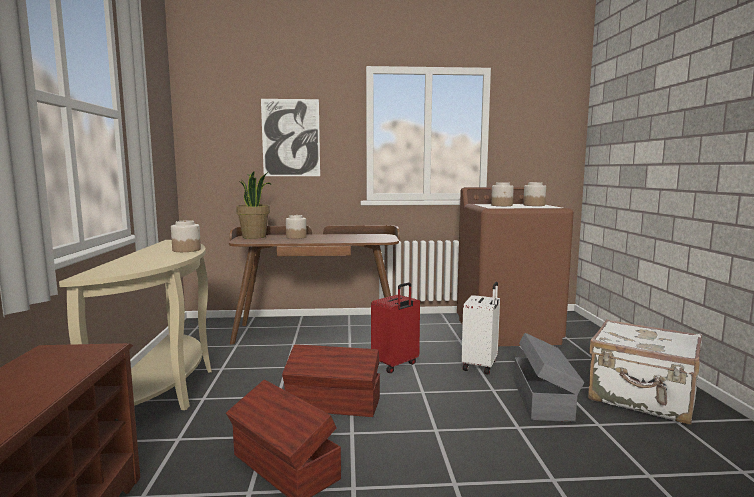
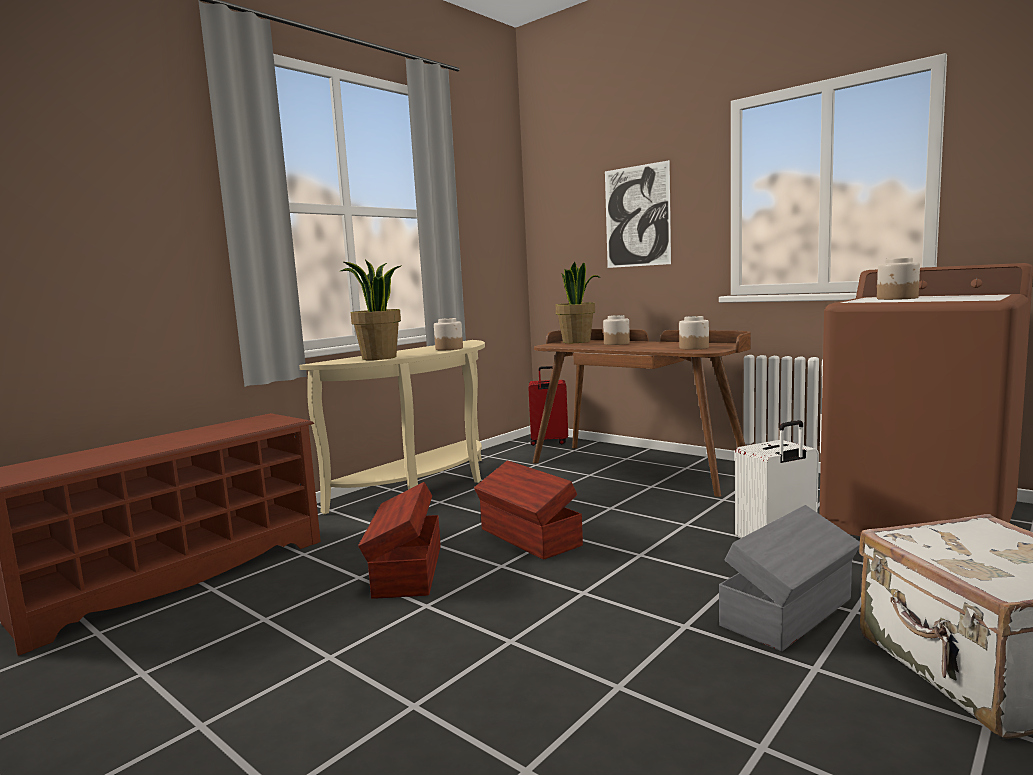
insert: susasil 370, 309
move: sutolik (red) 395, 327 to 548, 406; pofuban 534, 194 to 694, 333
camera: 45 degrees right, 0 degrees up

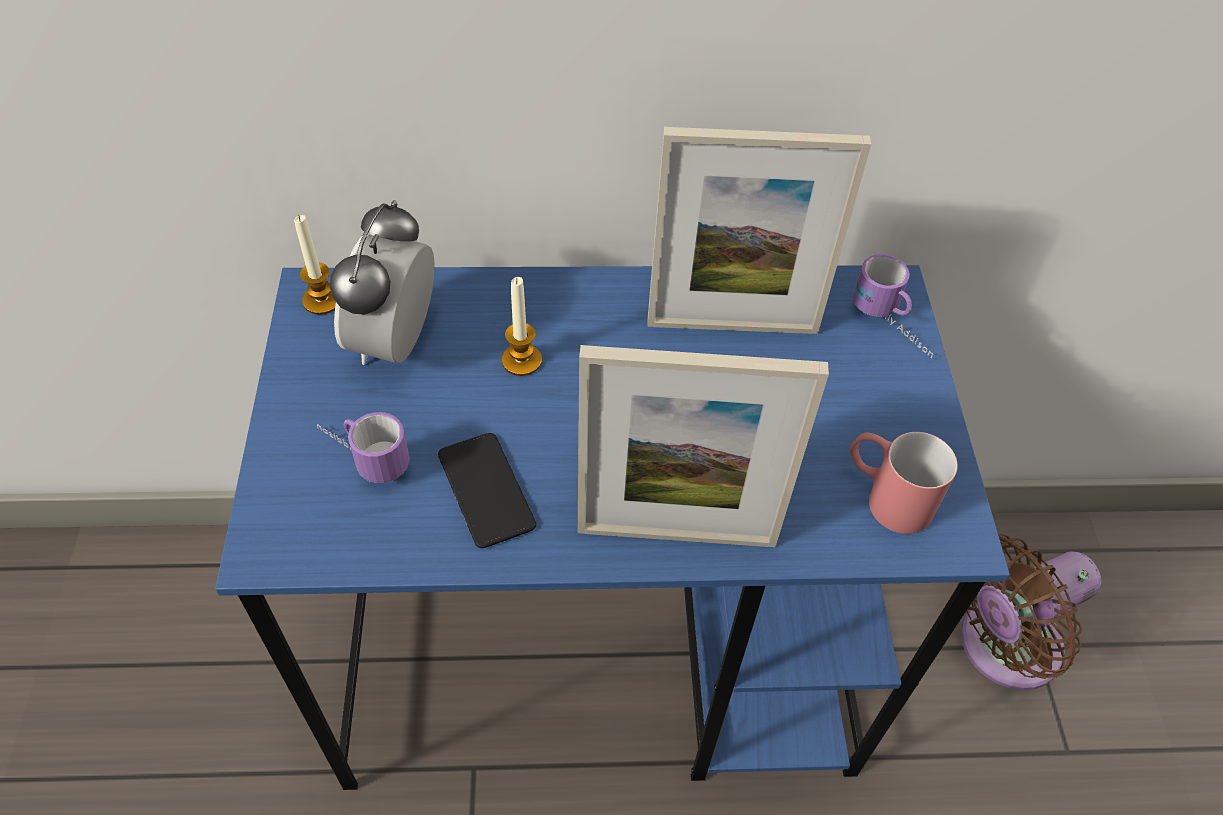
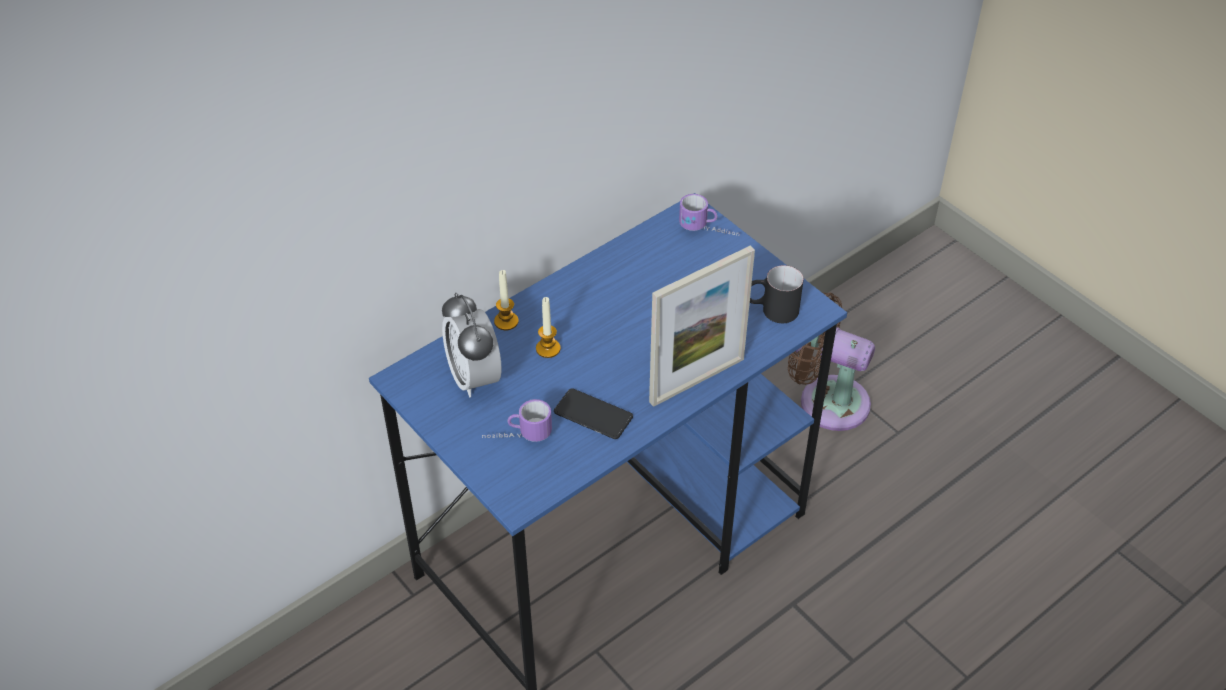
delete: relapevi 759, 230
move: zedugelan 315, 265 to 506, 300
recolor: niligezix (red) 903, 483 to niligezix (black) 777, 294
rotate: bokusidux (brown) 1029, 612 = 831, 361 90 degrees clockwise
camera: 35 degrees left, 5 degrees down

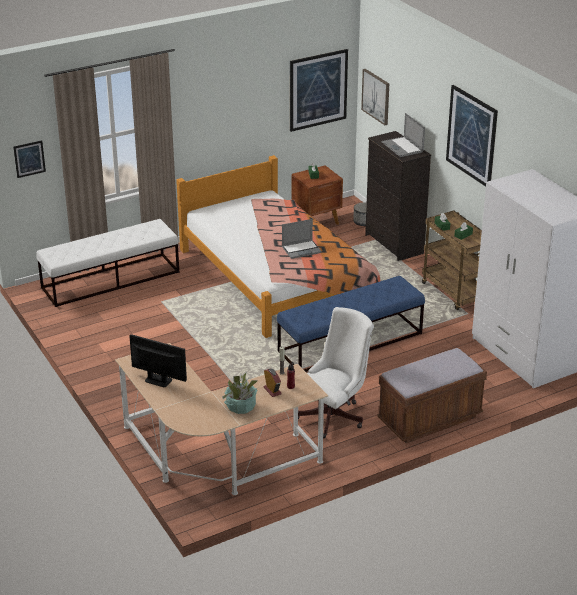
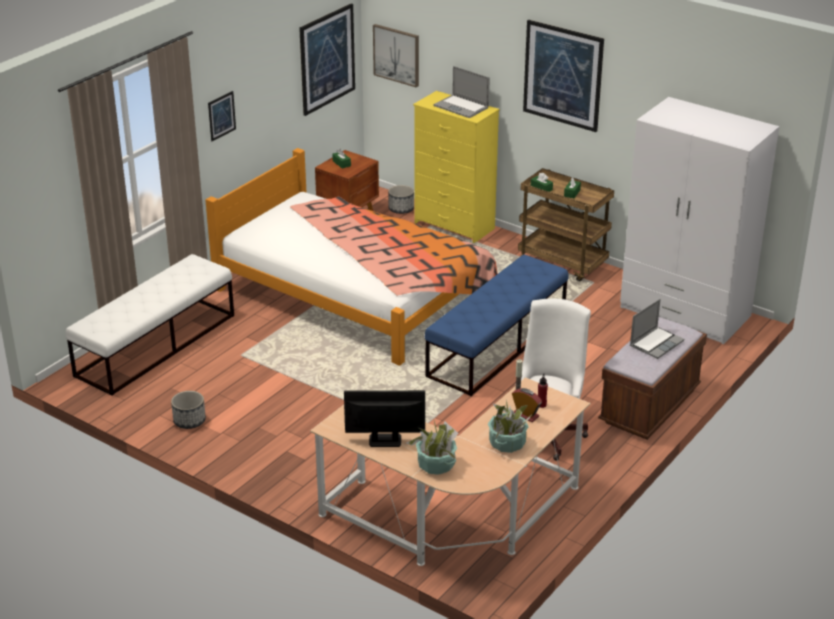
insert: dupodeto 188, 410; susasil 432, 447
move: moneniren 29, 159 to 222, 116; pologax 302, 239 to 657, 329
recolor: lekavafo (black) 398, 196 to lekavafo (yellow) 456, 167
camera: 25 degrees left, 0 degrees up

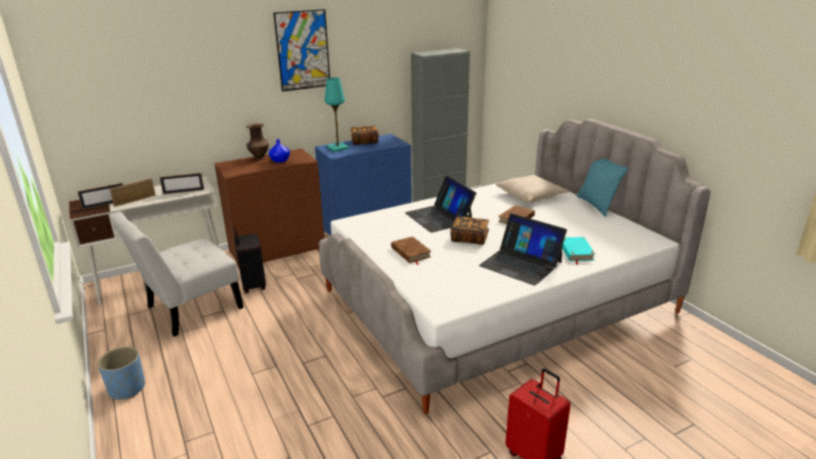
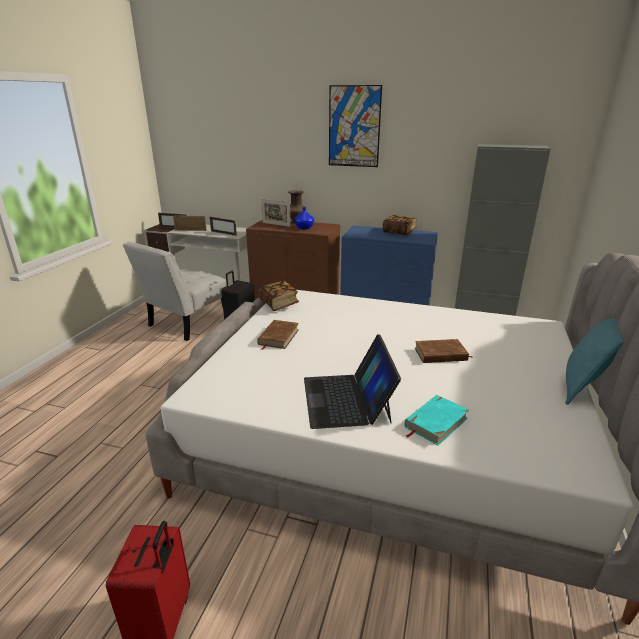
delete: dupodeto (blue) 121, 373; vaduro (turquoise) 337, 114; pologax 440, 204; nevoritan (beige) 532, 189
insert: relapevi 276, 213
move: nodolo 470, 230 to 278, 296
rotate: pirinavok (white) 176, 273 = 175, 291 60 degrees counterclockwise
camera: 45 degrees right, 0 degrees up

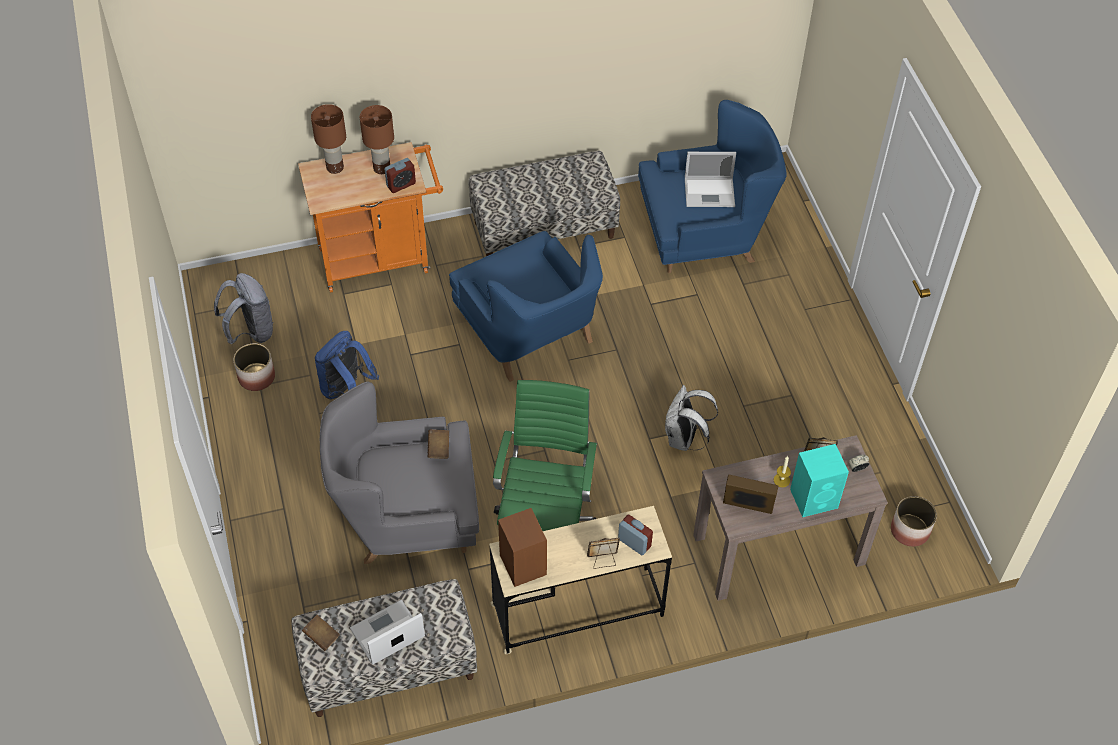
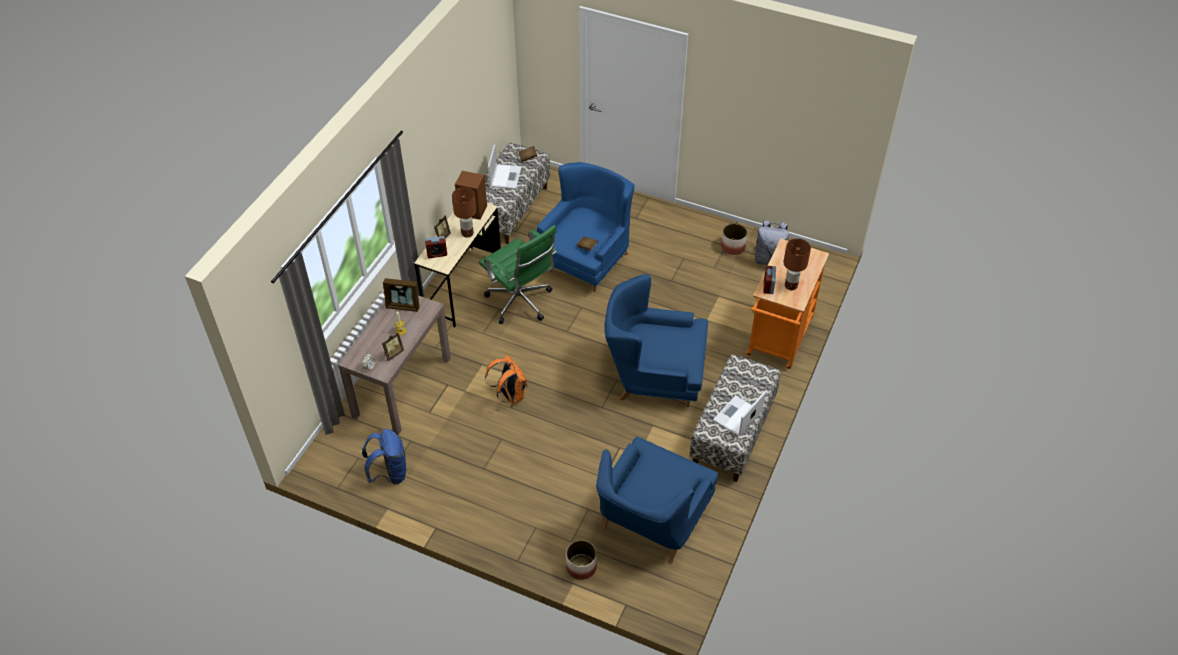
delete: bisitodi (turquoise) 819, 480
move: vaduro (brown) 328, 139 to 464, 212; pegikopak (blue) 347, 365 to 384, 457; pologax 710, 179 to 739, 414; dupodeto 914, 521 to 581, 560
recolor: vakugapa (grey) 399, 472 to vakugapa (blue) 582, 227; pegikopak (white) 691, 418 to pegikopak (orange) 506, 379
rotate: relapevi 750, 494 = 401, 295 45 degrees clockwise
camera: 130 degrees right, 5 degrees down

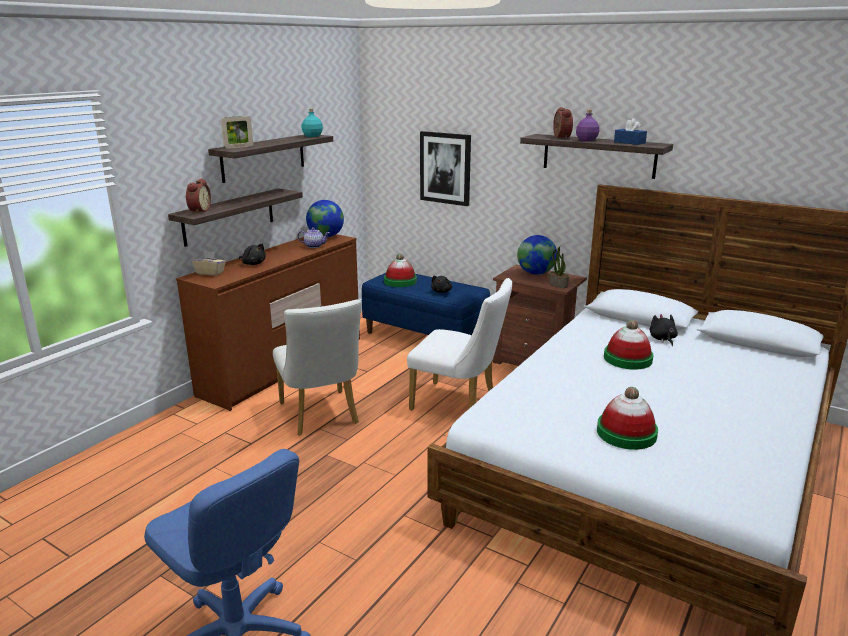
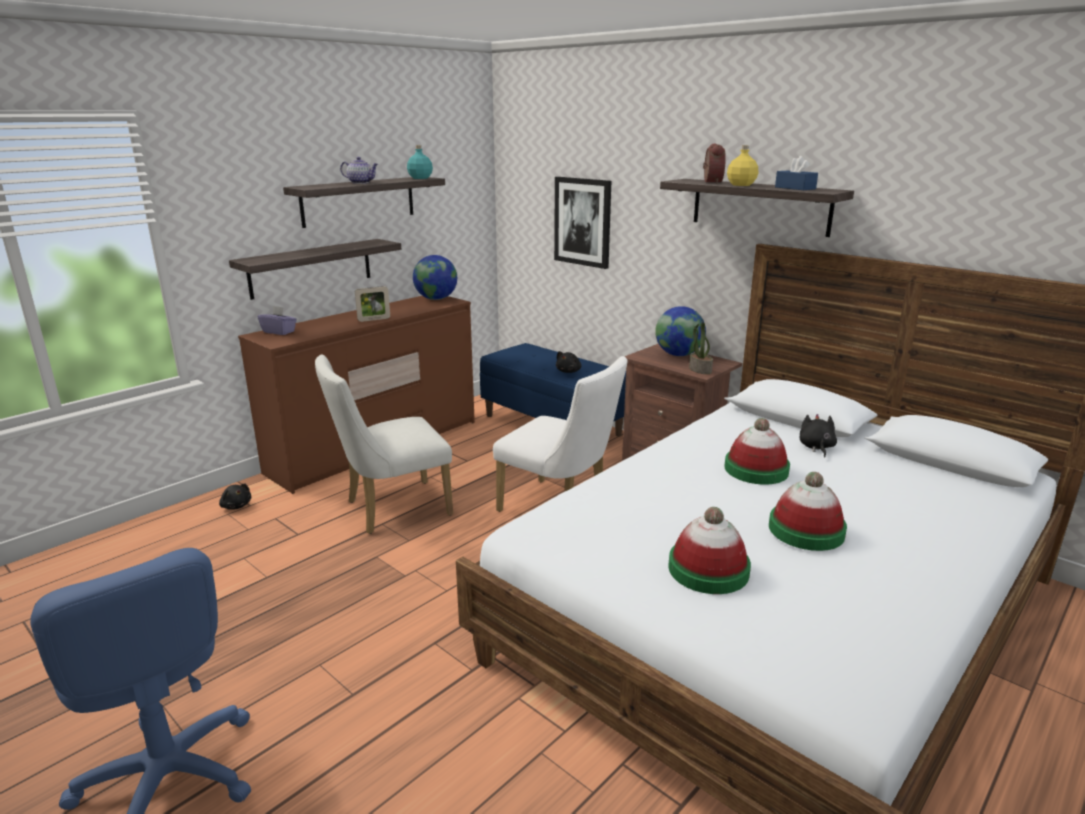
delete: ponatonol 198, 196
move: relapevi 237, 132 to 372, 304; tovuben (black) 252, 254 to 235, 497; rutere 313, 237 to 359, 170; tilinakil 400, 270 to 808, 511
recolor: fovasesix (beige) 209, 263 to fovasesix (purple) 277, 320; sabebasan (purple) 587, 125 to sabebasan (yellow) 742, 165
rotate: pirinavok (white) 317, 367 = 384, 444 75 degrees clockwise
camera: 10 degrees right, 0 degrees up

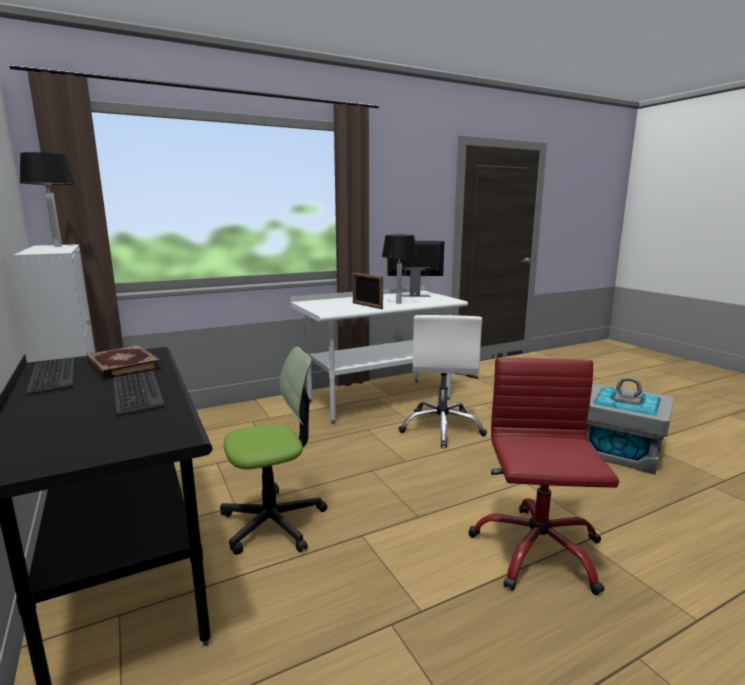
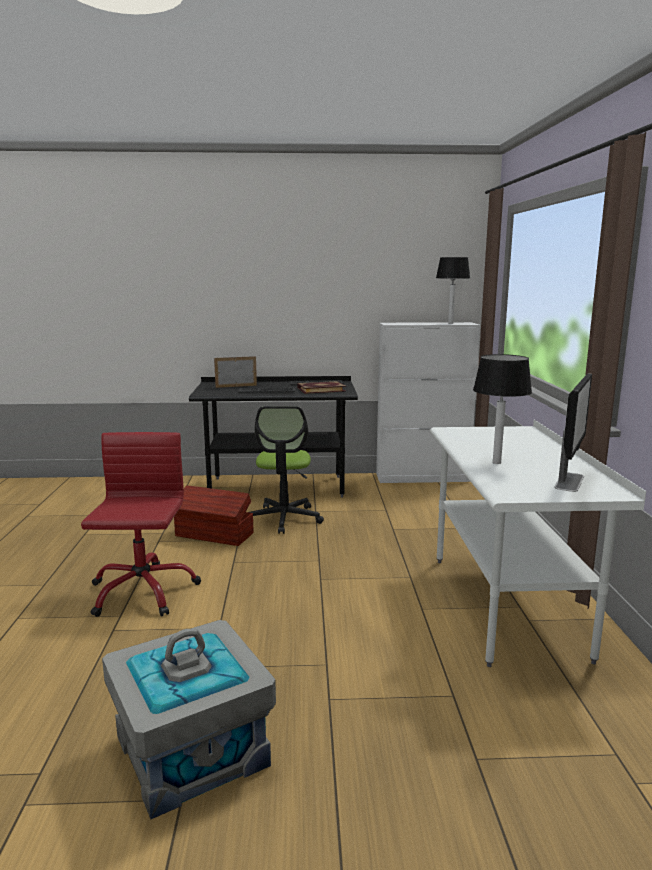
delete: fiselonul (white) 442, 381
insert: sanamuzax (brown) 213, 515
move: relapevi 368, 291 to 235, 372
rotate: fiselonul (red) 543, 476 = 141, 524 120 degrees counterclockwise
camera: 115 degrees right, 0 degrees up

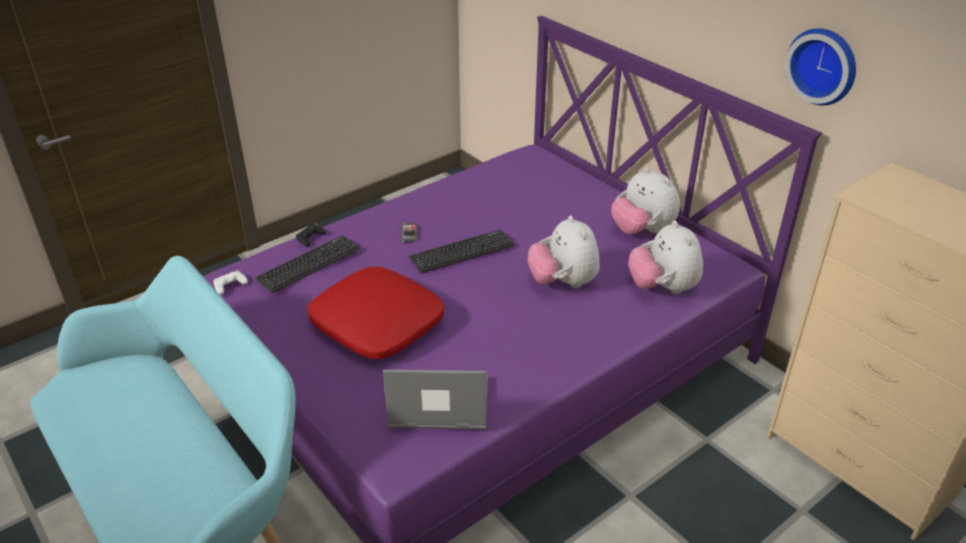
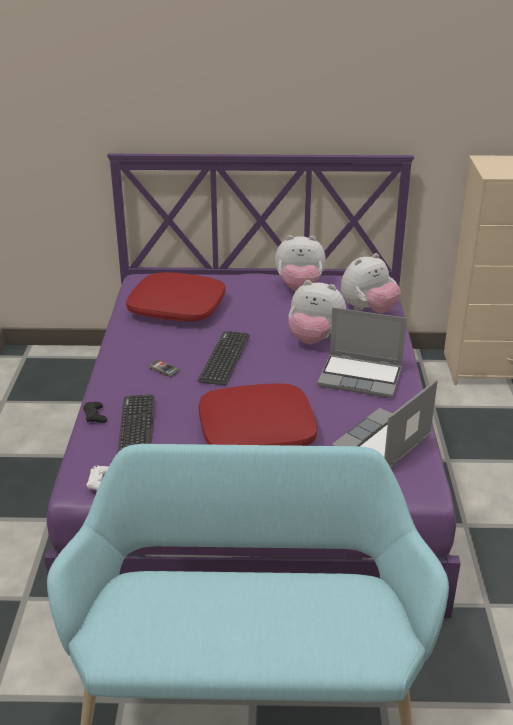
delete: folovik 820, 66
insert: nevoritan (red) 175, 297; pologax 362, 352
rotate: tovuben 665, 257 = 371, 283 60 degrees counterclockwise
camera: 50 degrees left, 5 degrees down

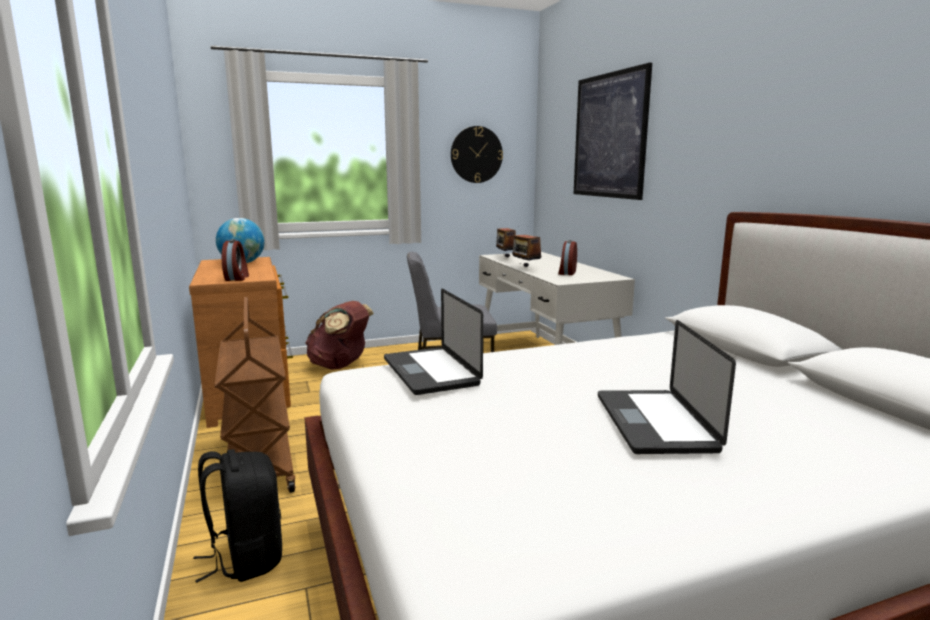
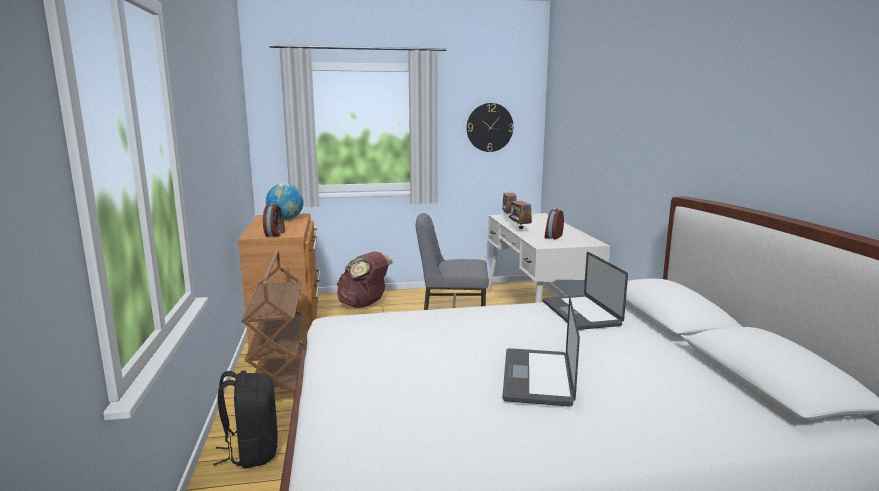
delete: moneniren 613, 131
move: pologax 433, 342 to 585, 291
camera: 10 degrees right, 0 degrees up

